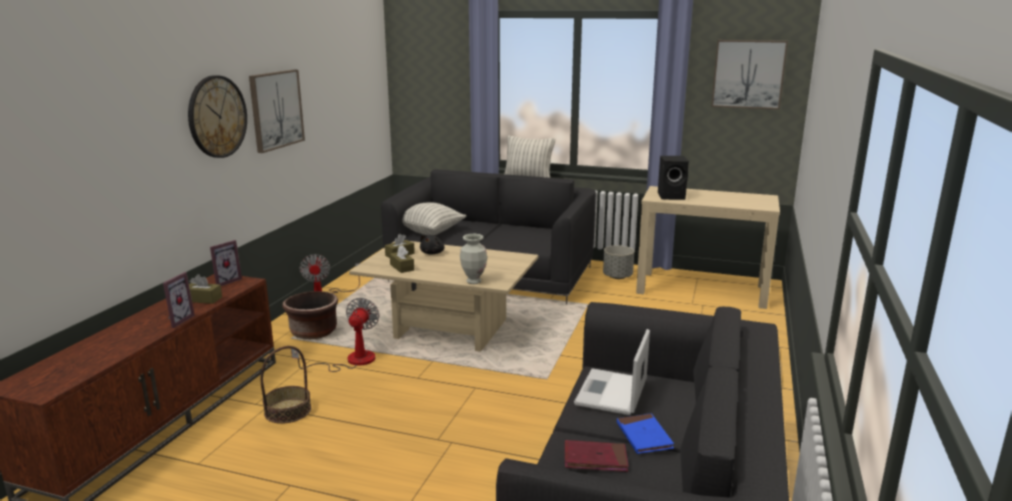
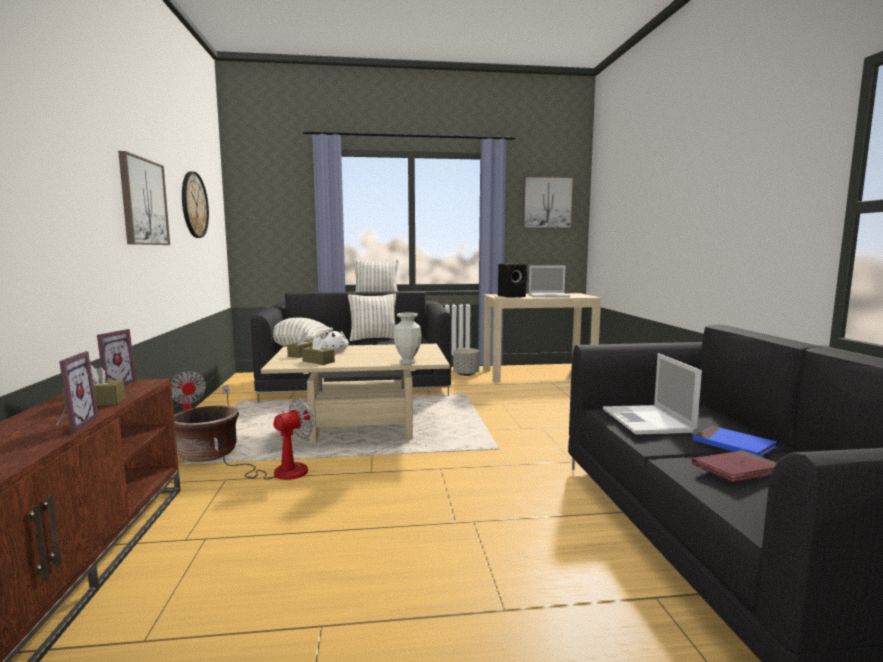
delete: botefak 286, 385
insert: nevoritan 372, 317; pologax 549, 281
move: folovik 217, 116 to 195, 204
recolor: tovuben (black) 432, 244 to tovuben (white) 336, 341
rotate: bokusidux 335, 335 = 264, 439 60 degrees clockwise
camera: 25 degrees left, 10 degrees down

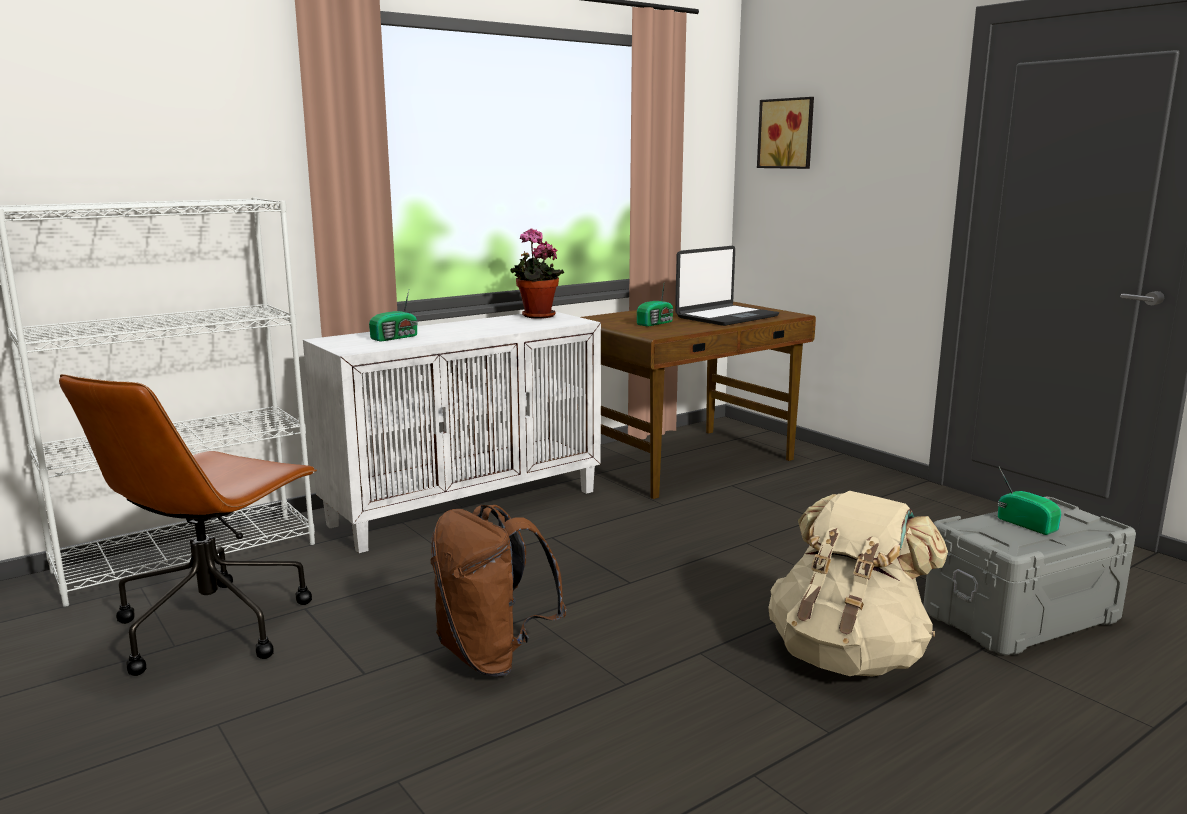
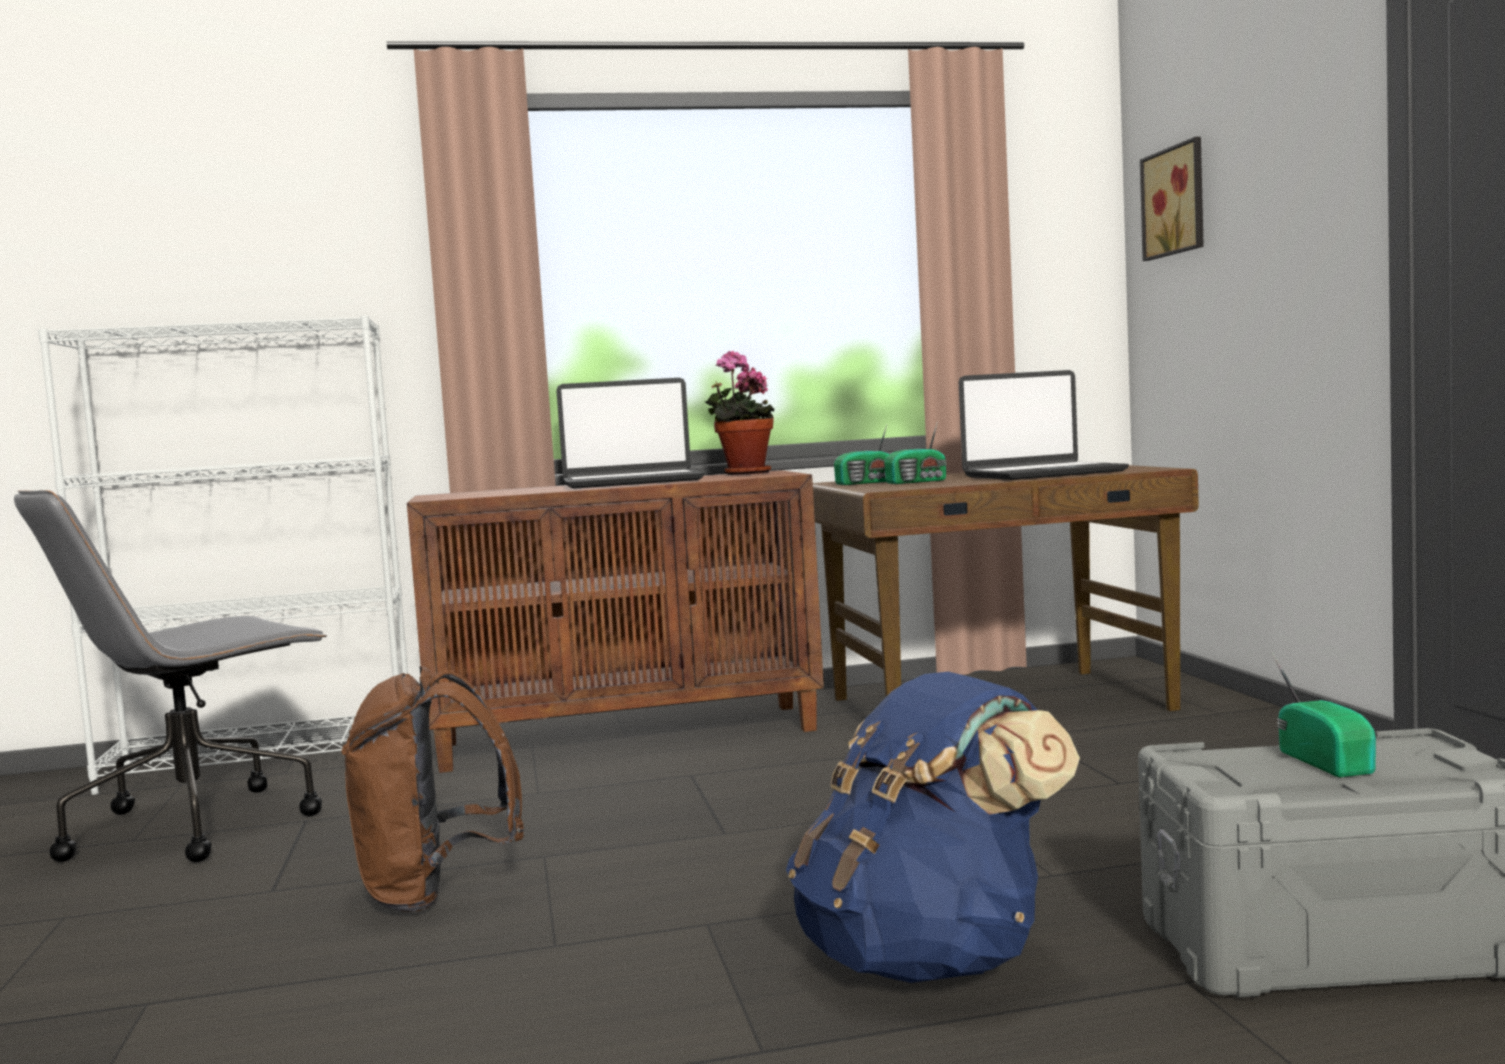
insert: pologax 630, 433
move: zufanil 393, 316 to 861, 455
recolor: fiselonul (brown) 188, 525 to fiselonul (grey) 170, 676; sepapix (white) 452, 432 to sepapix (brown) 615, 621; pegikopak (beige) 858, 584 to pegikopak (blue) 933, 827
camera: 25 degrees right, 10 degrees down

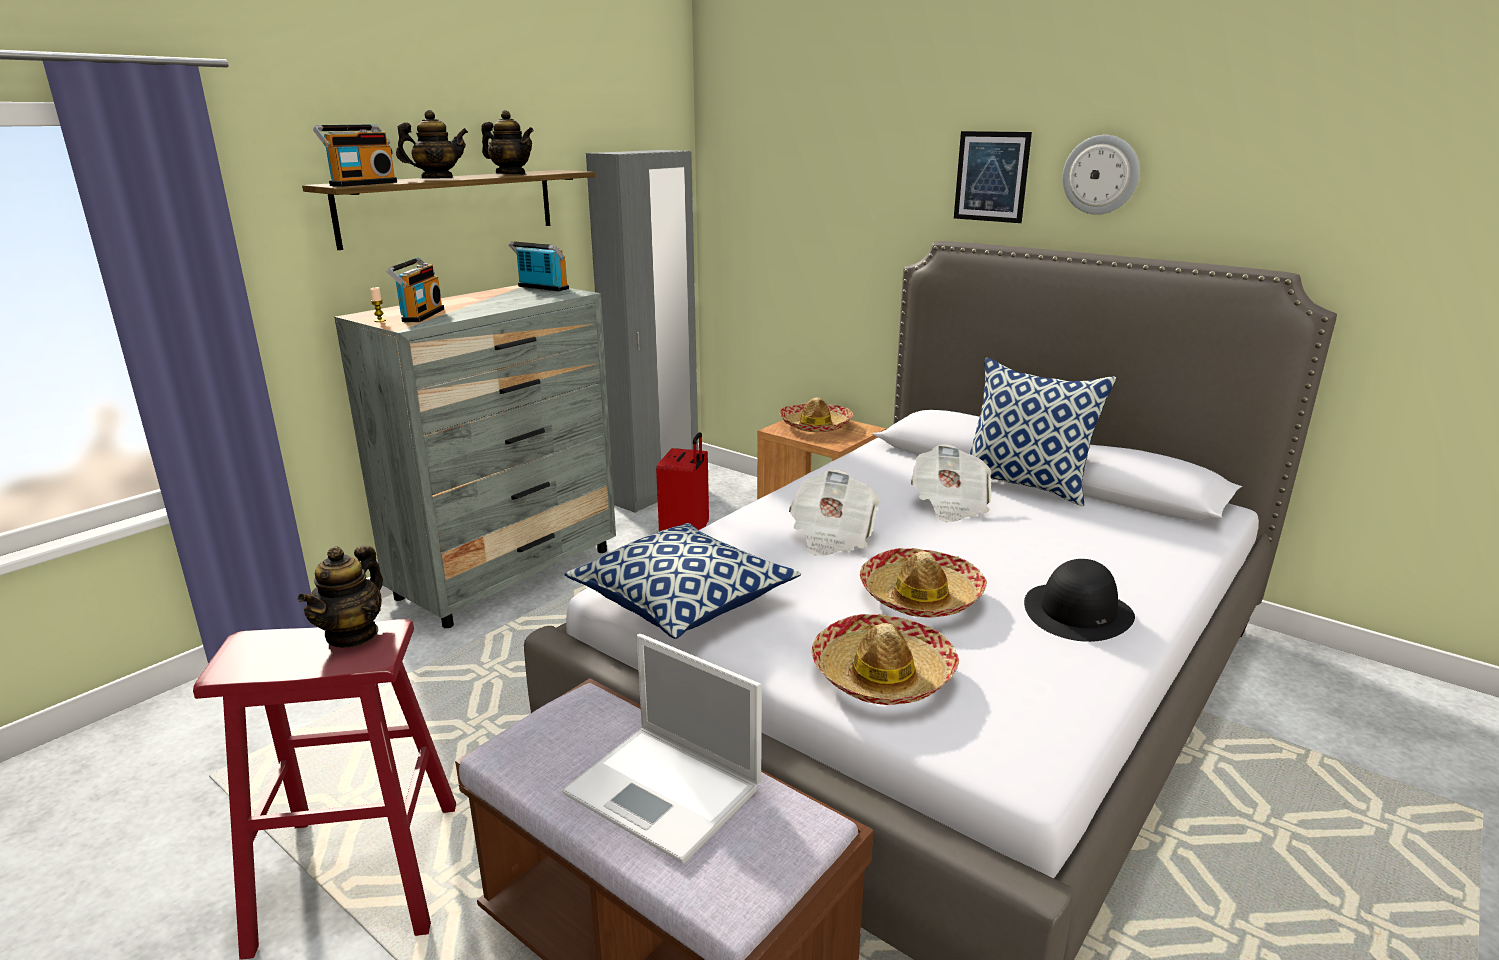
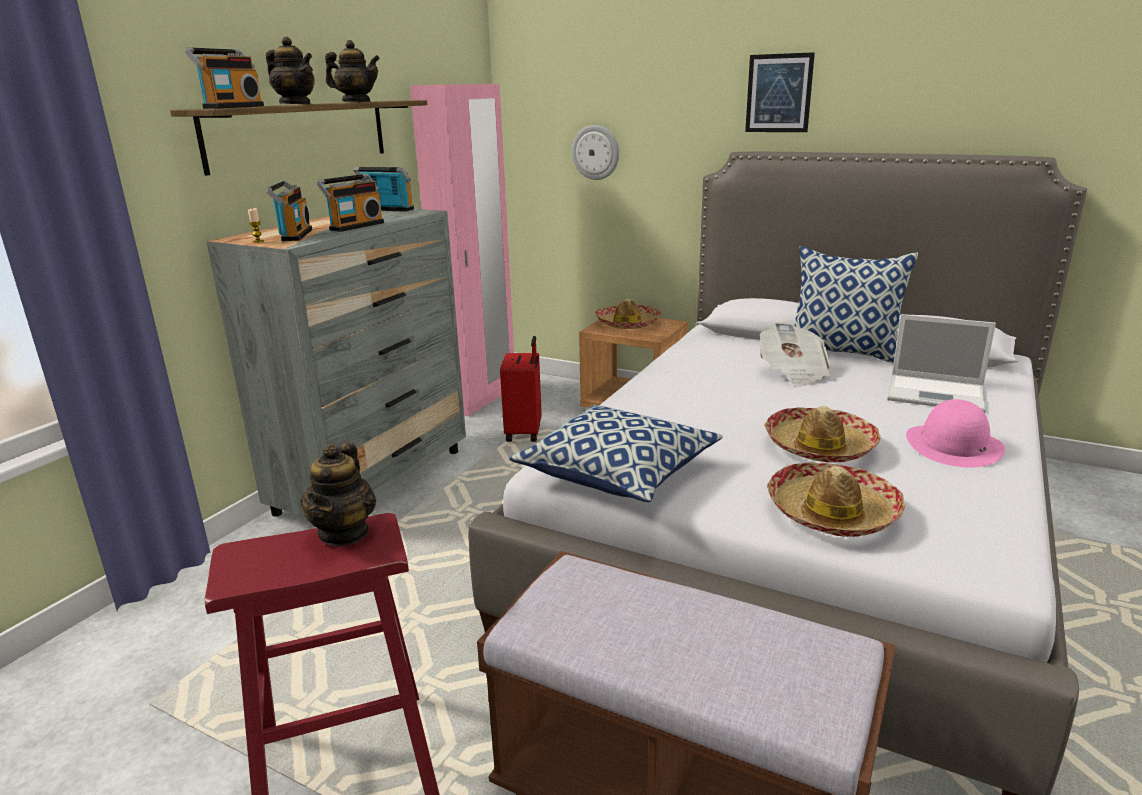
delete: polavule 834, 513
insert: zufanil 350, 203
move: pologax 662, 749 to 941, 363; folovik 1101, 175 to 595, 152
recolor: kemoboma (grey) 642, 331 to kemoboma (pink) 462, 250; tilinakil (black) 1079, 600 to tilinakil (pink) 955, 433
rotate: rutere 432, 144 = 290, 70 60 degrees clockwise
camera: 10 degrees left, 0 degrees up

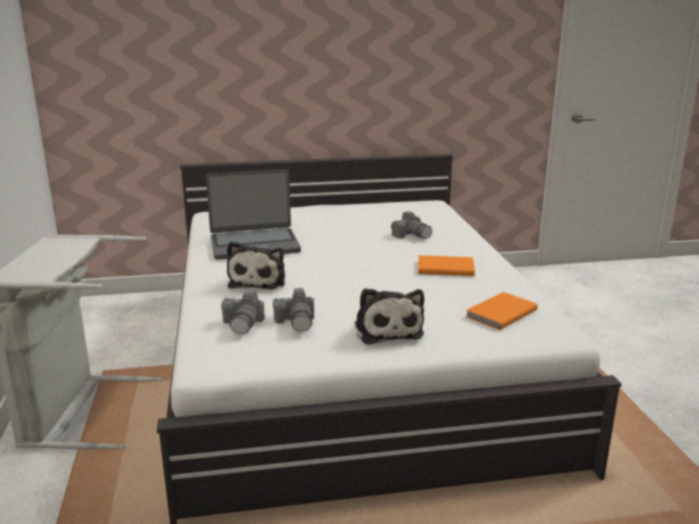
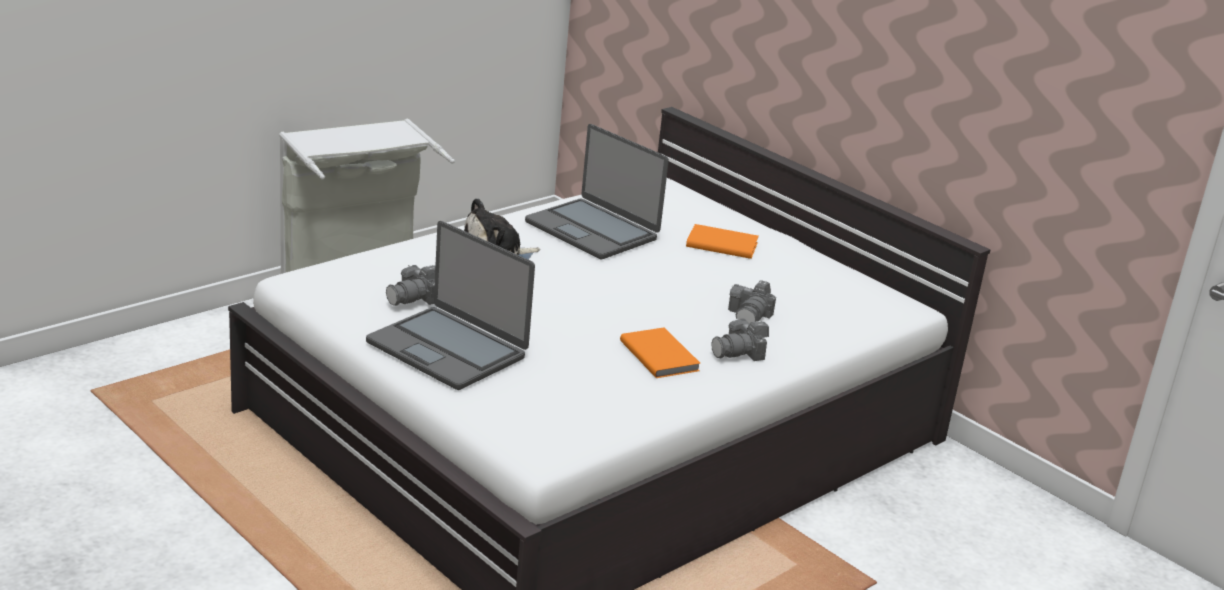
move: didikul 243, 312 to 740, 339; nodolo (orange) 502, 311 to 722, 241
replace: tovuben 389, 316 to pologax 450, 305
camera: 55 degrees right, 5 degrees up

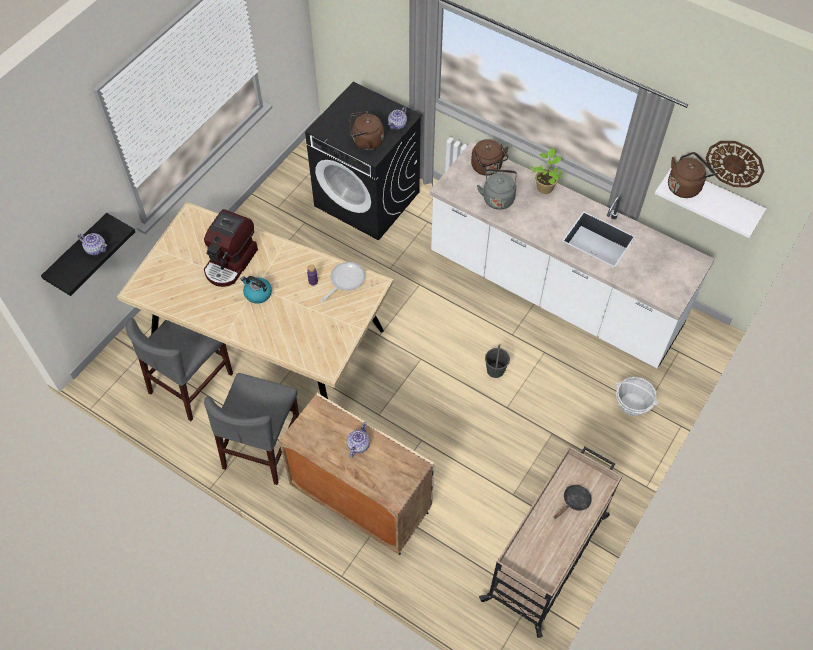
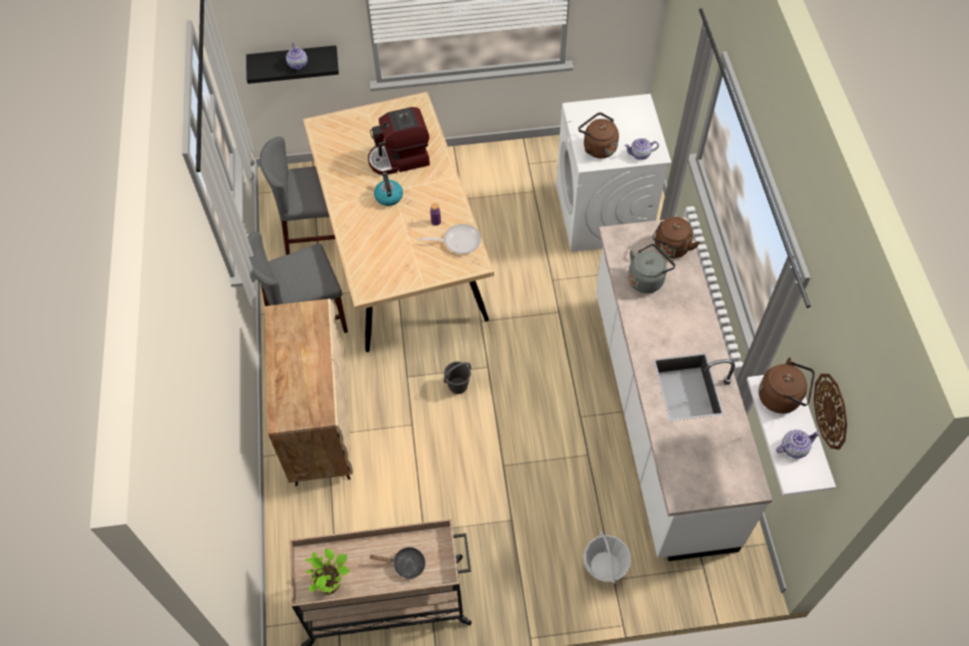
move: rutere 358, 440 to 798, 444; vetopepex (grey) 497, 361 to 457, 377; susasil 546, 171 to 327, 571
recolor: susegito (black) 363, 161 to susegito (white) 614, 173
camera: 50 degrees right, 0 degrees up

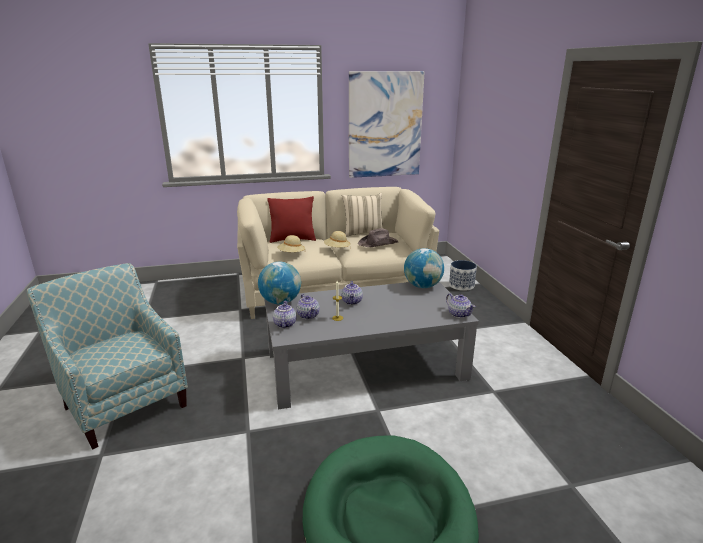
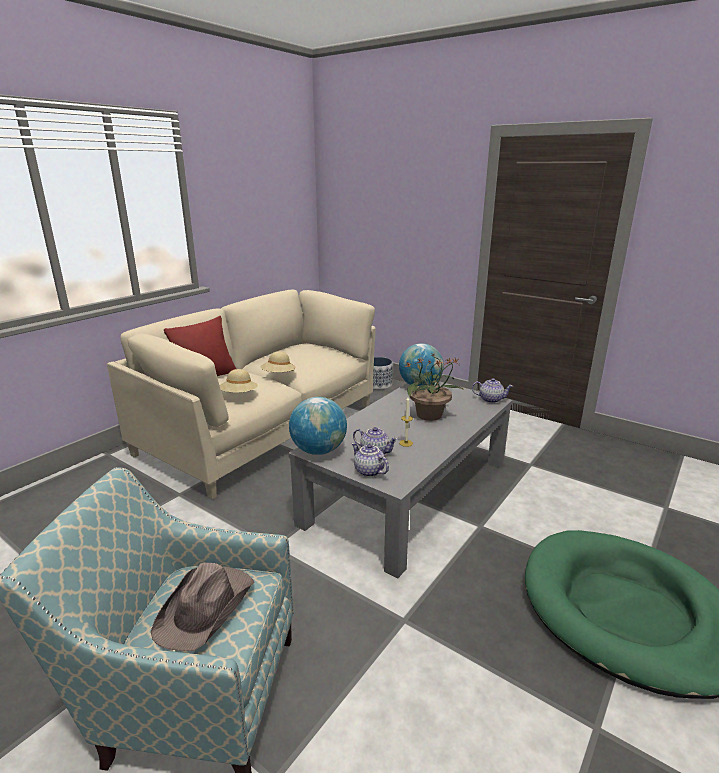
delete: rutere 352, 293; nevoritan (beige) 362, 215; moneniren 387, 124
insert: susasil 434, 387
move: tilinakil (brown) 378, 237 to 203, 607
camera: 40 degrees left, 0 degrees up

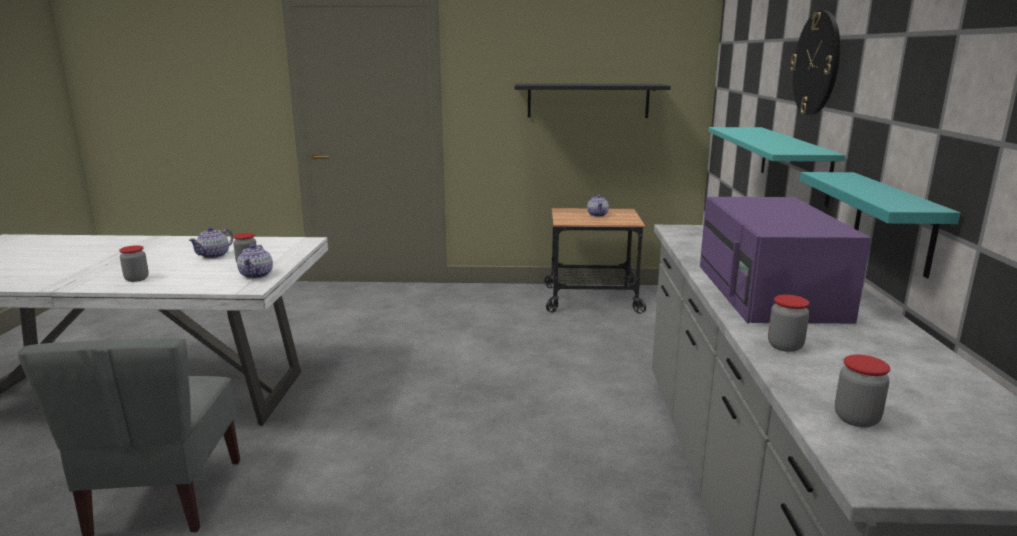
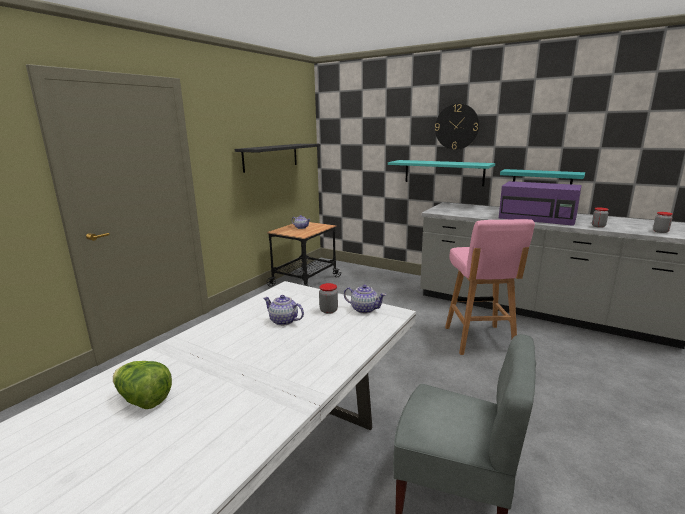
delete: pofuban 134, 263
insert: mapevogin 142, 385; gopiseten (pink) 490, 287
rotate: rutere 211, 243 = 283, 310 150 degrees clockwise
camera: 60 degrees left, 0 degrees up

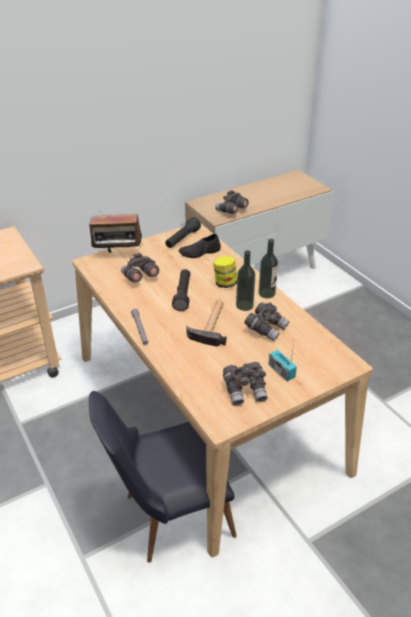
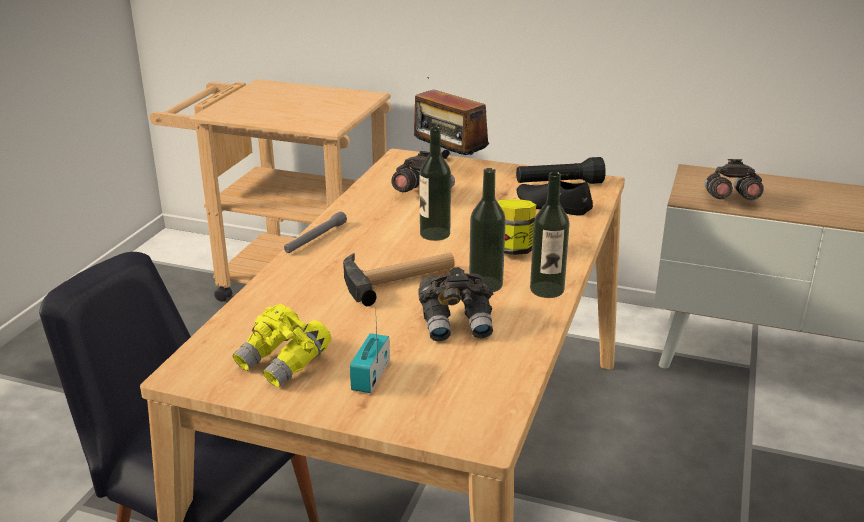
replace: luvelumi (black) 181, 290 to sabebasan 435, 184
recolor: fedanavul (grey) 245, 383 to fedanavul (yellow) 282, 345
camera: 50 degrees right, 10 degrees down

